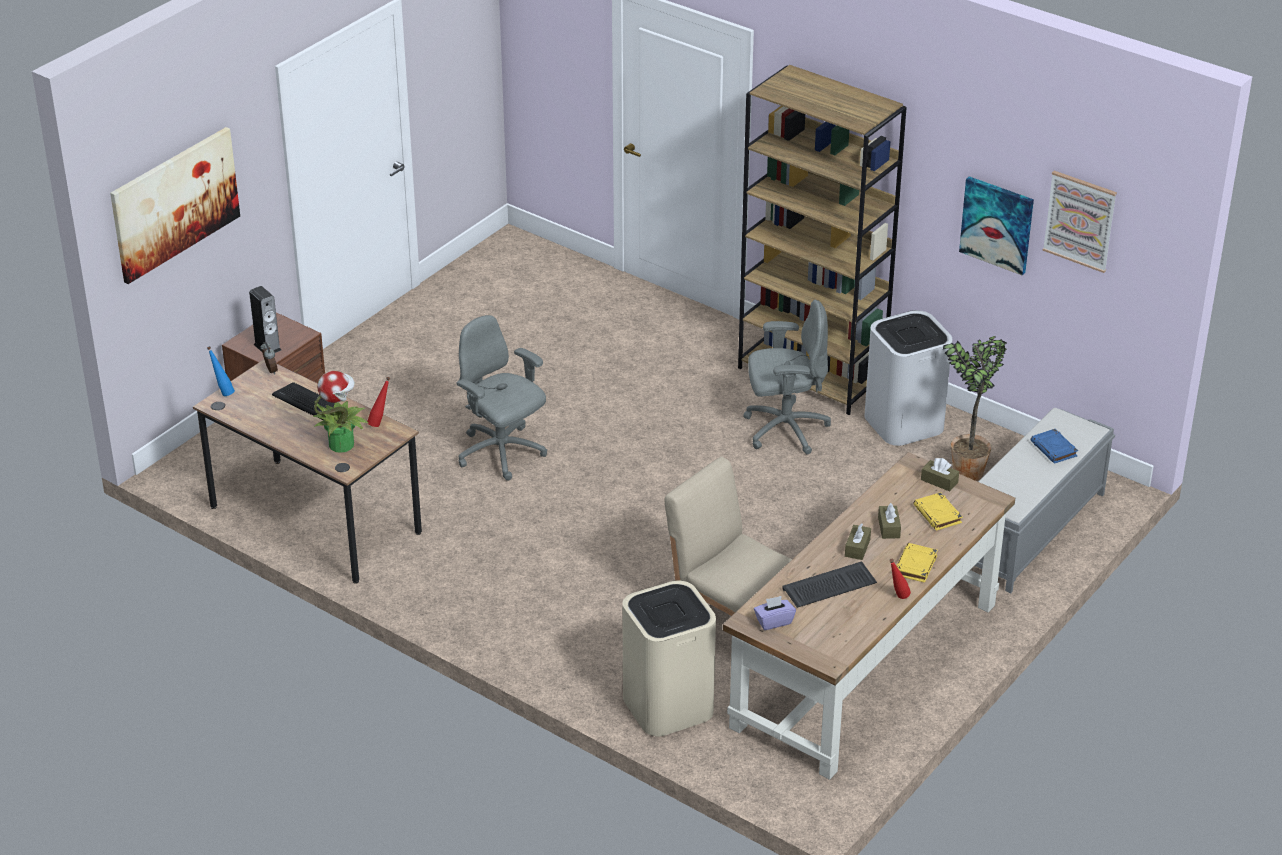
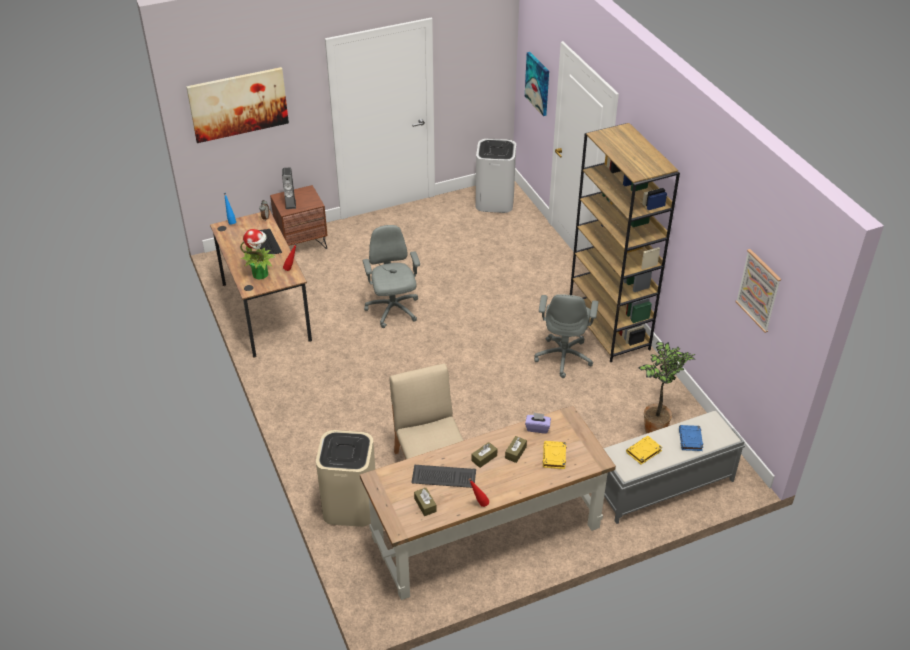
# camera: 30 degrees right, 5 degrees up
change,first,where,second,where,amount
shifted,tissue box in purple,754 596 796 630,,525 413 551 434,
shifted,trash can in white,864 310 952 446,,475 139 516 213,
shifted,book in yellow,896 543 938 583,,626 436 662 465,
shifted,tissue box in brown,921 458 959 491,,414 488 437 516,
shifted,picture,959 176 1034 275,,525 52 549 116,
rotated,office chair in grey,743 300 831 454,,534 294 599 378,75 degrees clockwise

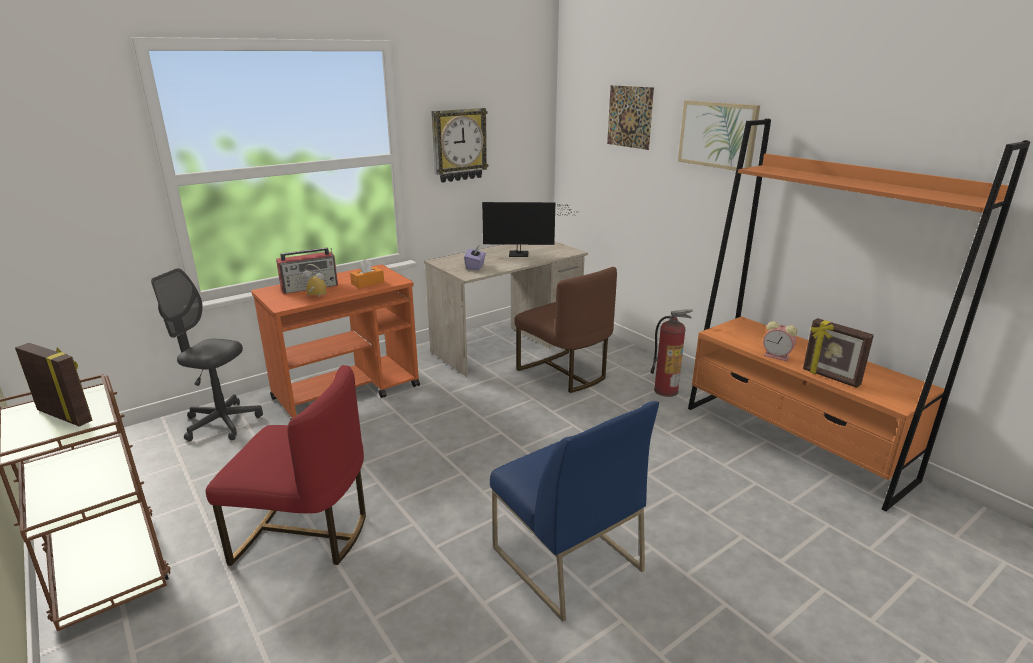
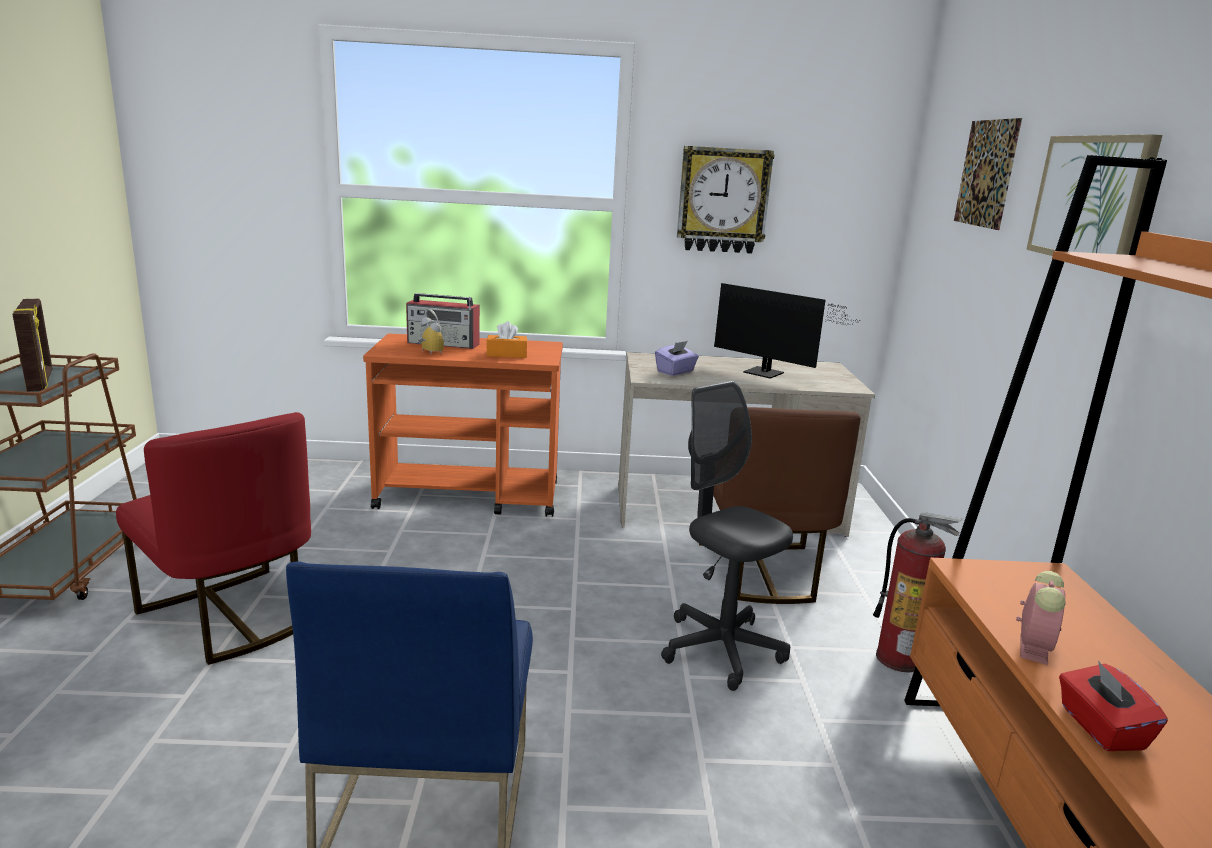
# camera: 35 degrees right, 5 degrees down
change,first,where,second,where,amount
shifted,office chair in grey,151 268 263 442,,661 381 793 691,
swapped,picture frame,803 318 874 388,tissue box in red,1059 660 1168 751,
rotated,alarm clock,763 321 798 361,,1016 571 1065 665,135 degrees counterclockwise

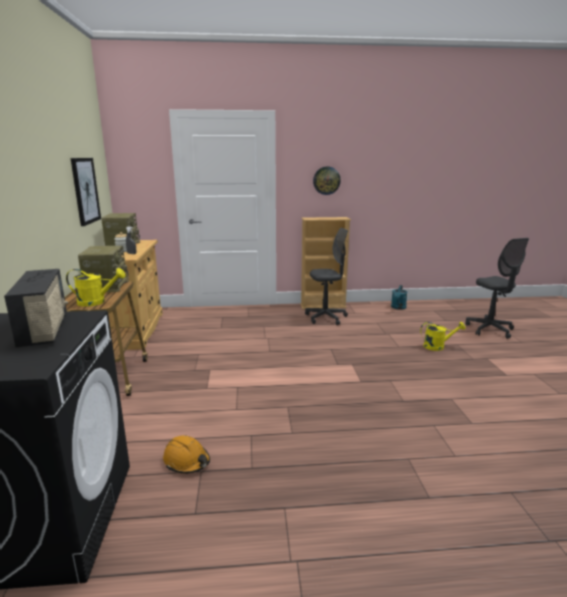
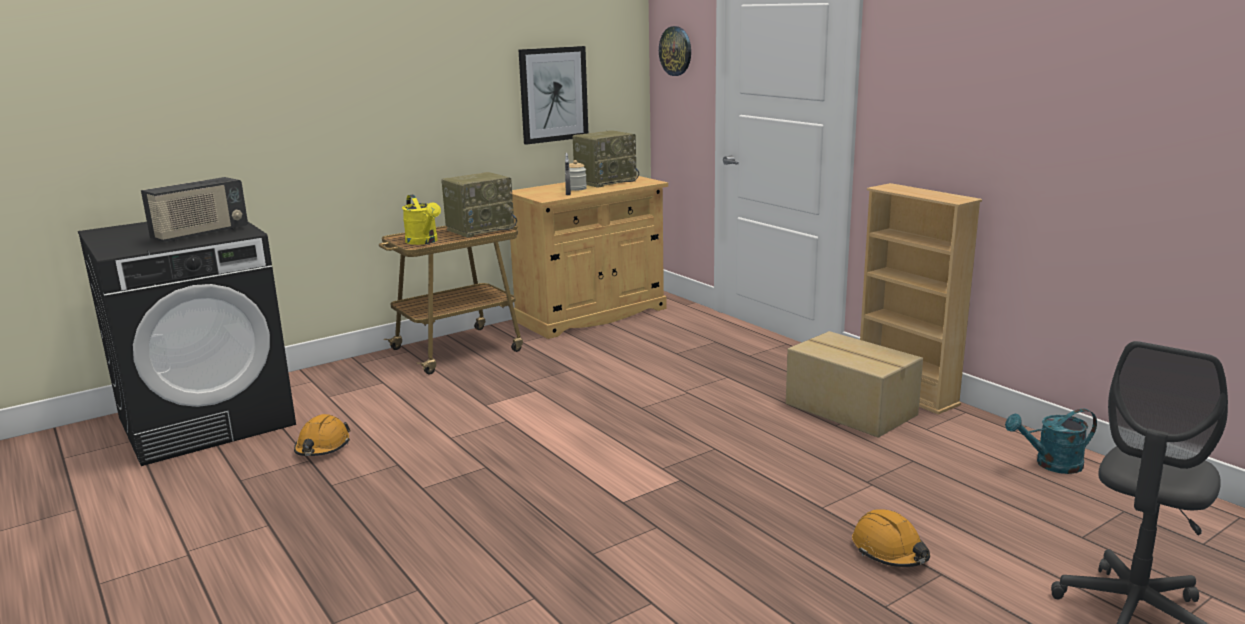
# camera: 60 degrees right, 0 degrees up
change,first,where,second,where,amount
shifted,wall clock,313 167 341 195,,659 26 691 76,
swapped,office chair in grey,305 228 348 325,cardboard box,786 331 923 438,
swapped,watering can in yellow,420 322 465 351,hard hat in orange,852 509 930 567,

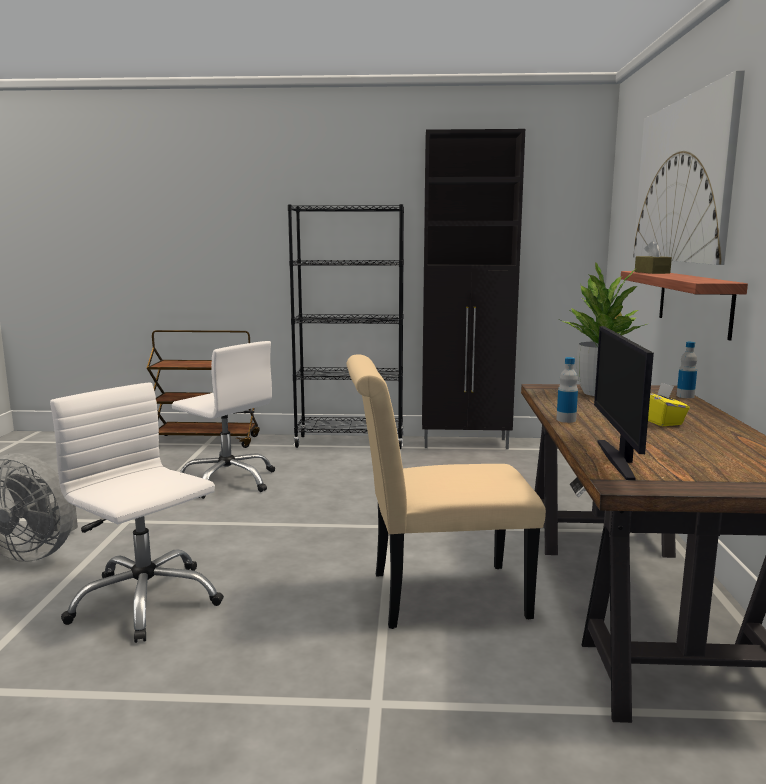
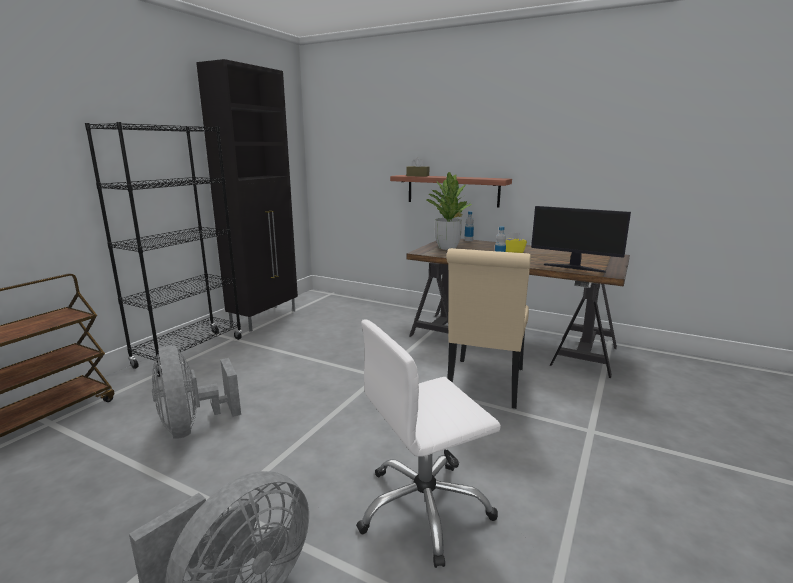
# camera: 65 degrees left, 5 degrees up
change,first,where,second,where,amount
gone,picture,633 70 745 265,,,
swapped,office chair in white,172 341 275 499,fan in grey,152 345 241 439,

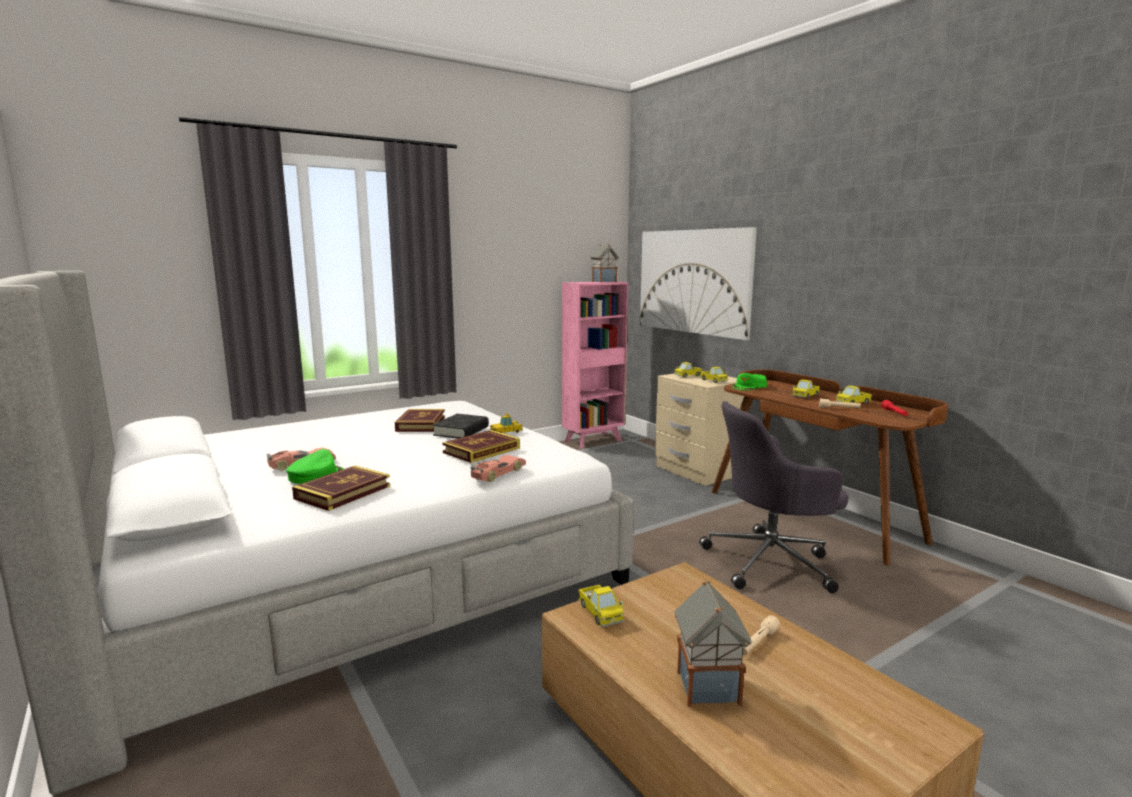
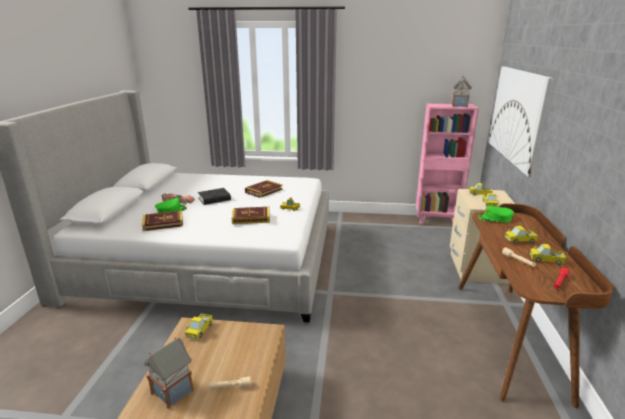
# camera: 40 degrees right, 10 degrees up
change,first,where,second,where,amount
gone,toy car,471 455 526 482,,,
gone,office chair in grey,699 401 849 593,,,
shifted,book in black,433 414 489 438,,198 188 231 205,

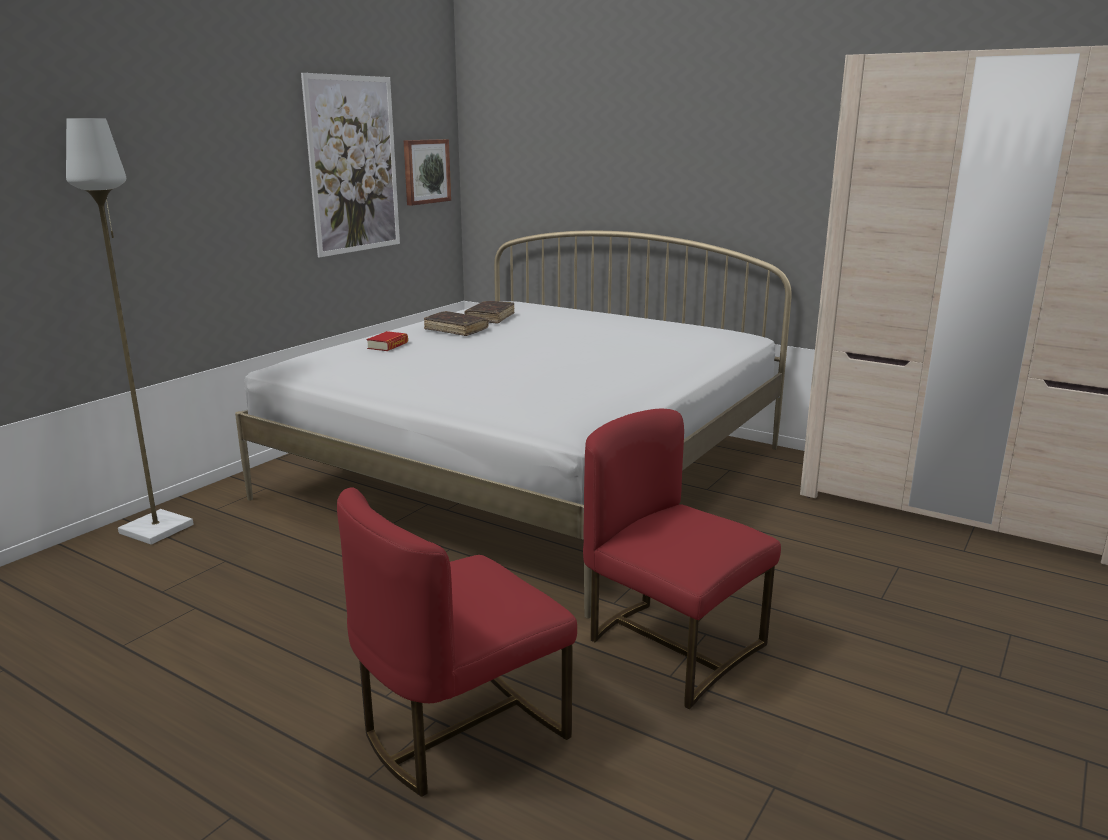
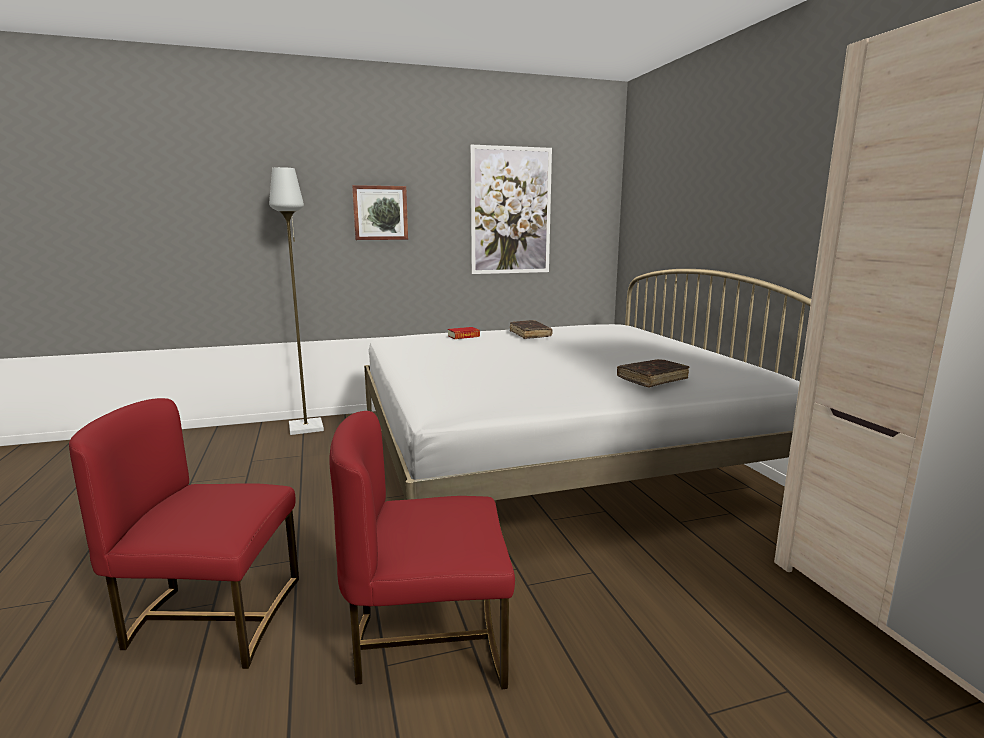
# camera: 40 degrees right, 5 degrees down
change,first,where,second,where,amount
shifted,picture,403 139 451 206,,352 185 408 240,
shifted,book in brown,465 301 514 324,,617 359 690 387,
rotated,chair in red,583 409 781 709,,330 411 515 689,90 degrees counterclockwise

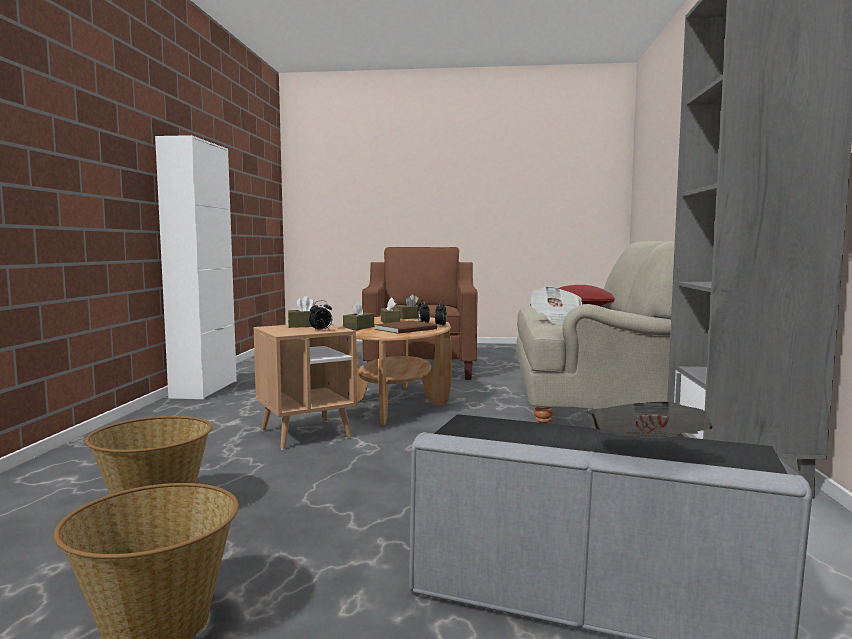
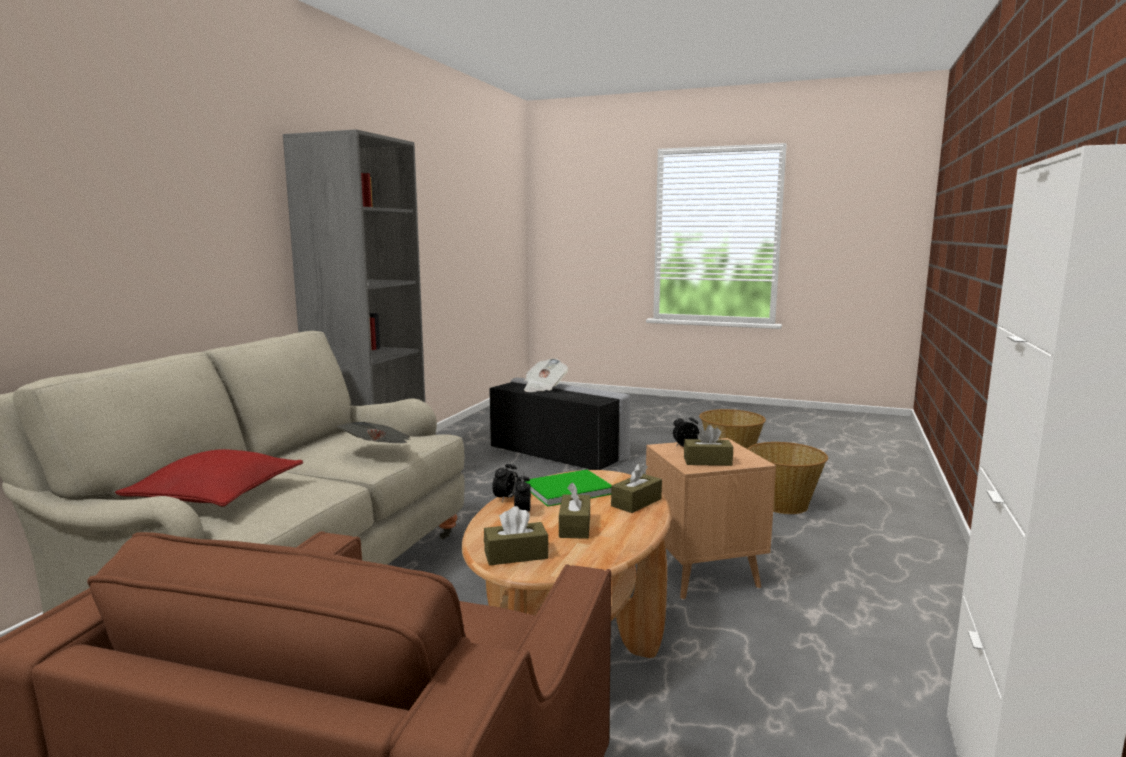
# camera: 165 degrees left, 5 degrees up
change,first,where,second,where,amount
repainted,book in brown,374 321 437 334,book in green,526 470 612 507,

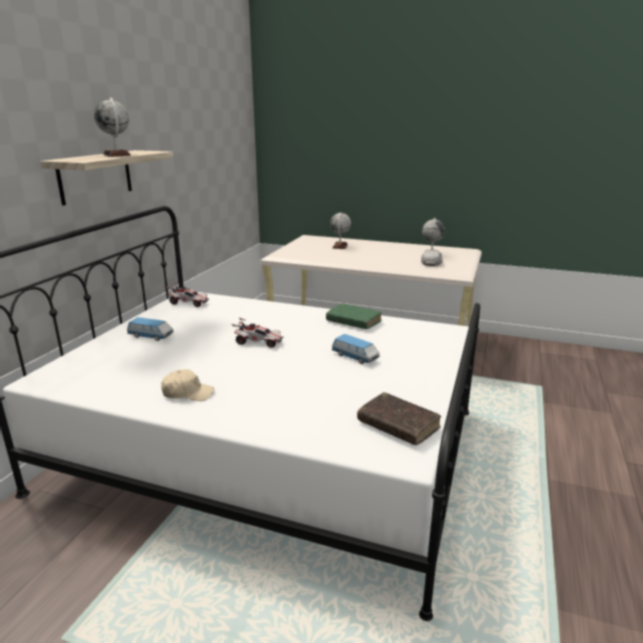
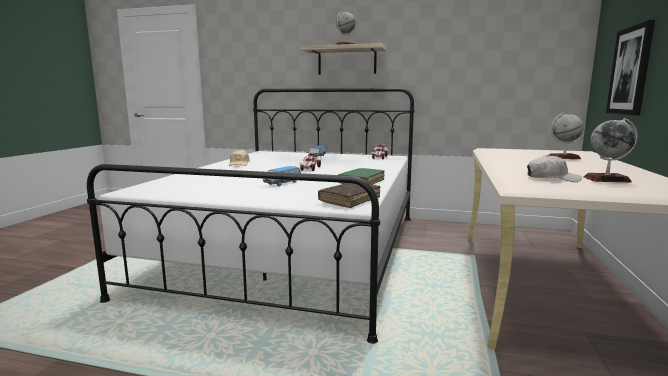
# camera: 85 degrees right, 10 degrees down
change,first,where,second,where,amount
new,,,picture,606 20 655 115,
shifted,book in brown,357 392 441 446,,318 183 380 208,

